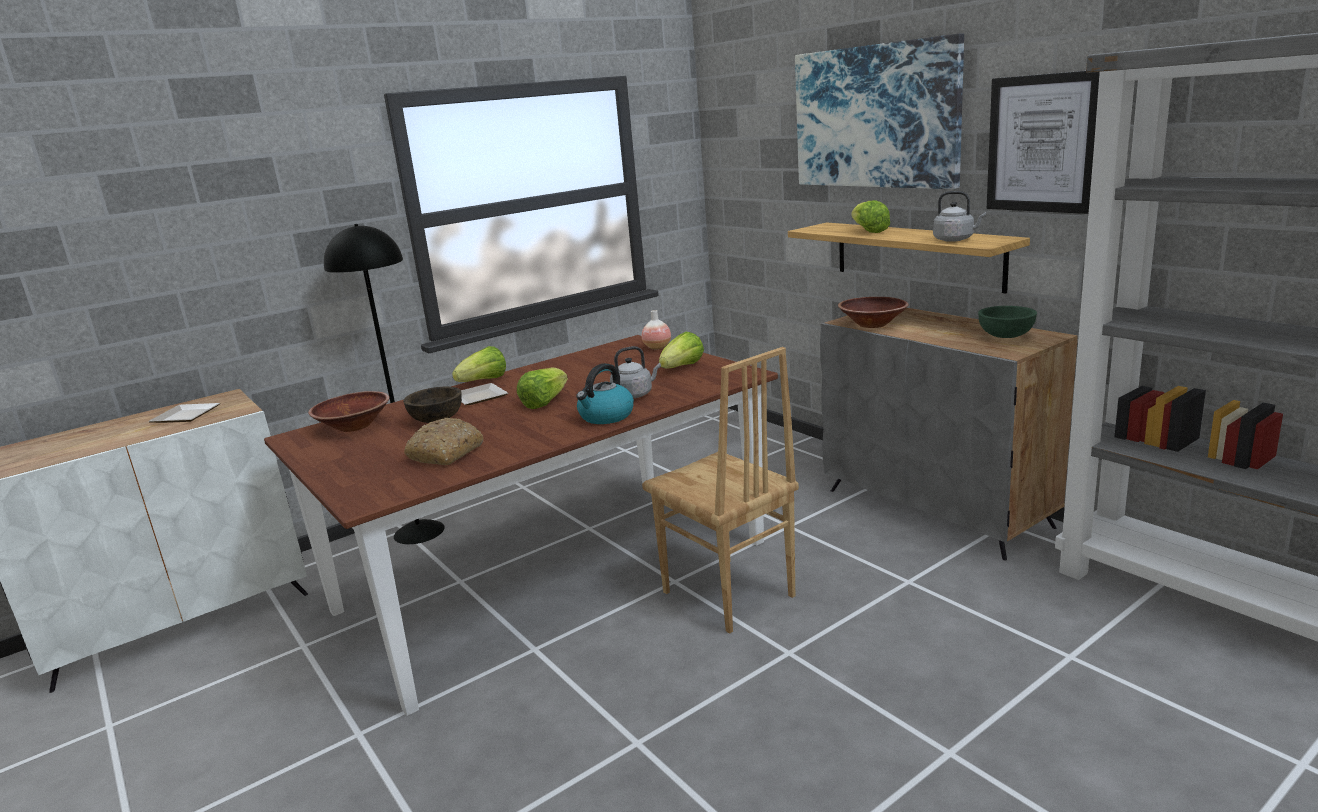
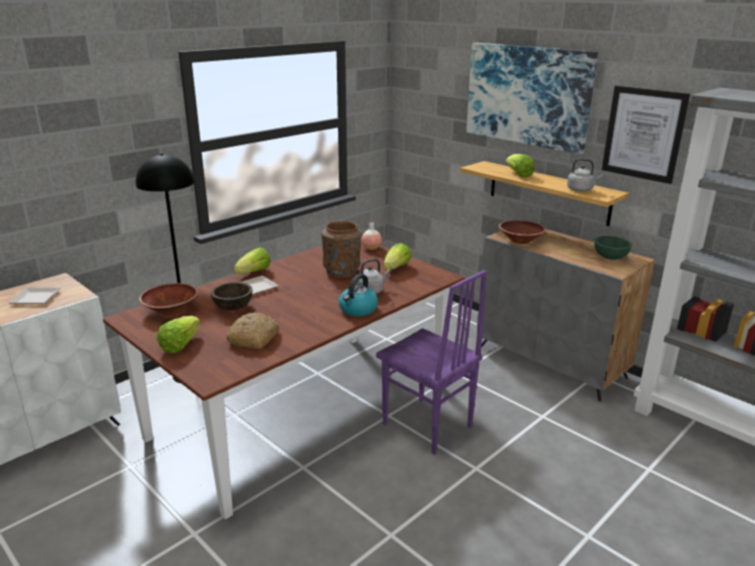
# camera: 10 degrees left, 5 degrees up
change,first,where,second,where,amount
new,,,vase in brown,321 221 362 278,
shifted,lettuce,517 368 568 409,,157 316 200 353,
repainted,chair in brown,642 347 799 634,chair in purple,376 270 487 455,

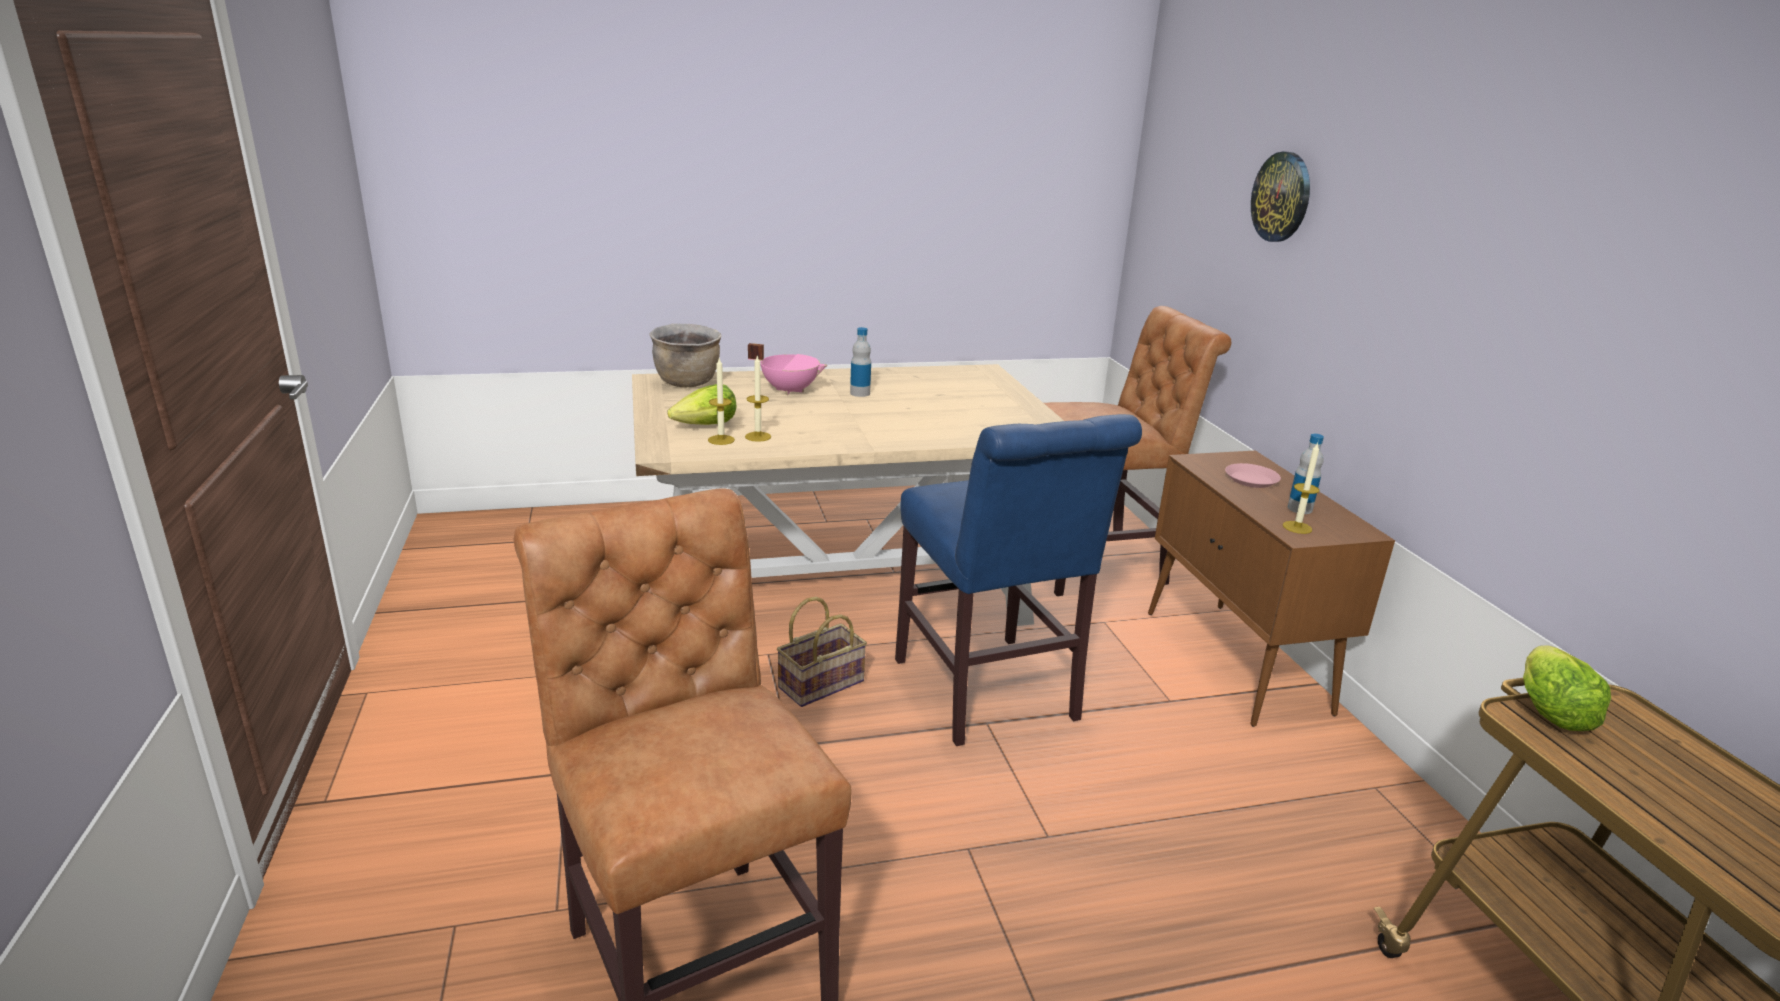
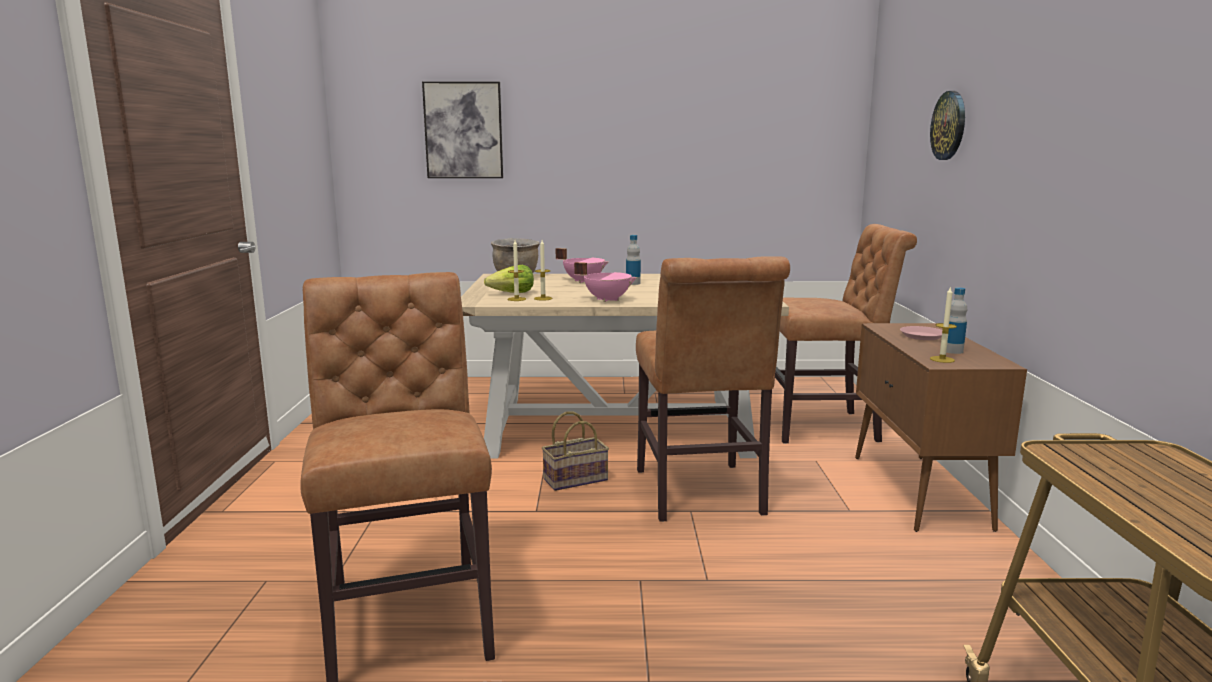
# camera: 15 degrees right, 10 degrees down
change,first,where,second,where,amount
gone,lettuce,1523 645 1611 731,,,
new,,,picture,422 81 503 178,
new,,,cooking pot in pink,574 262 637 302,
repainted,chair in blue,895 414 1142 746,chair in brown,636 256 790 522,

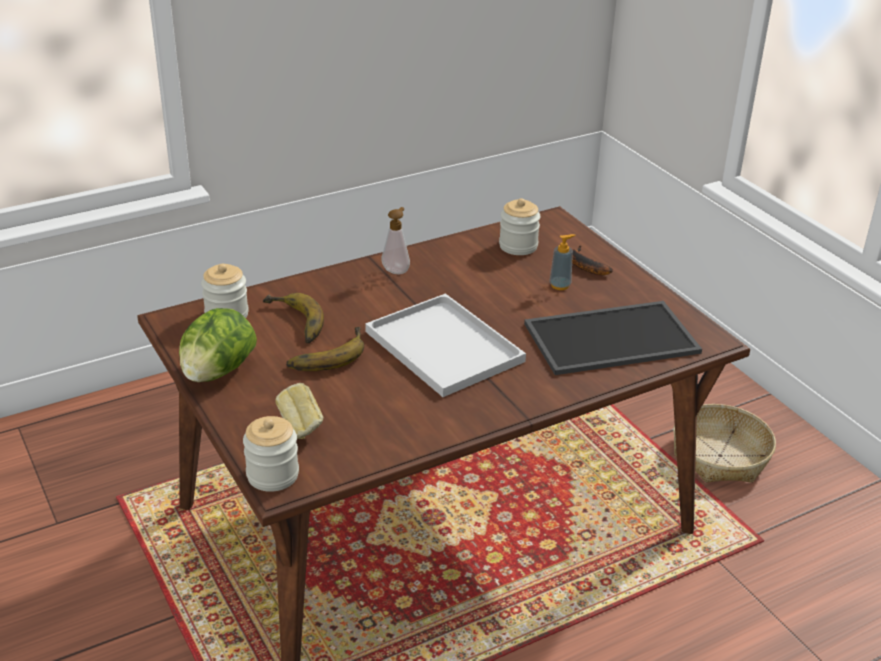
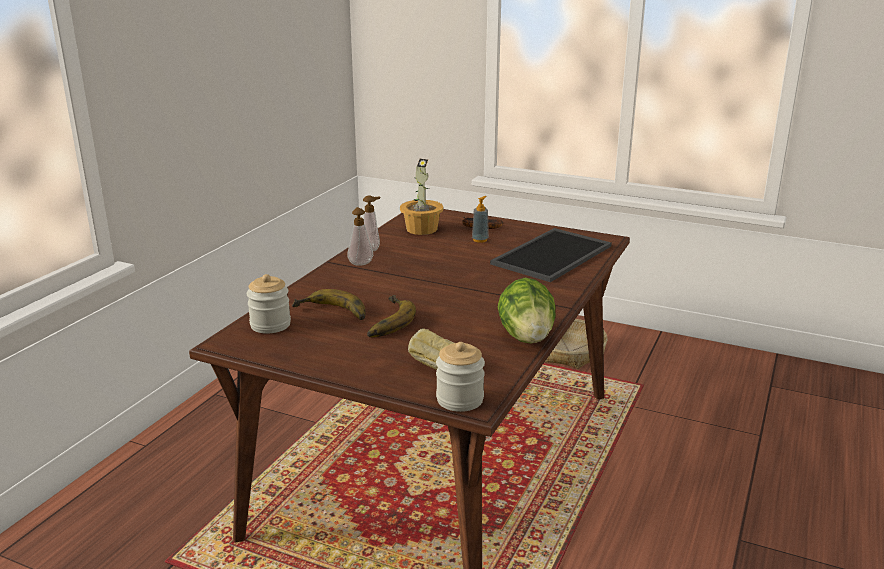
# camera: 35 degrees left, 10 degrees down
change,first,where,second,where,amount
gone,tray in white,365 293 526 397,,,
new,,,soap dispenser,363 196 380 251,
shifted,lettuce,179 308 257 382,,498 278 556 344,
swapped,jar,499 198 540 255,potted plant,400 159 444 235,

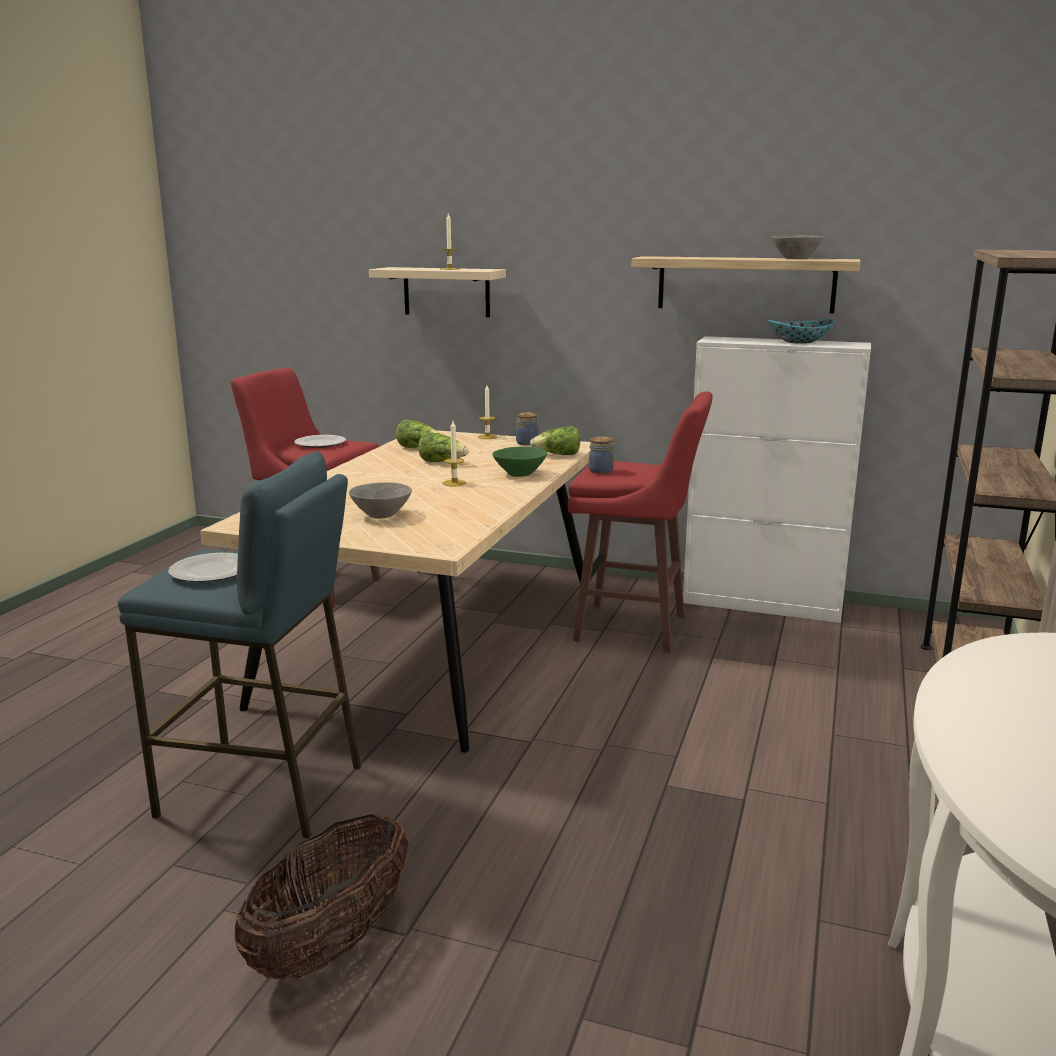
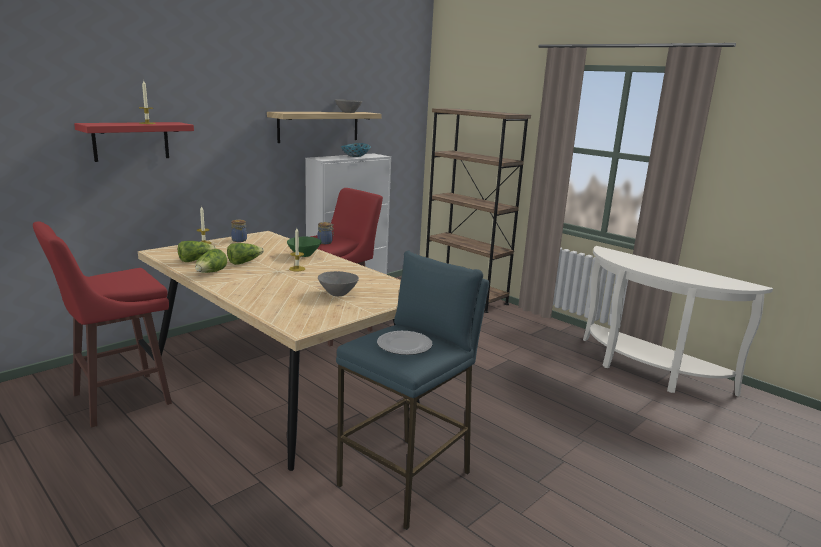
# camera: 65 degrees left, 0 degrees up
change,first,where,second,where,amount
gone,basket,234 814 408 979,,,
gone,plate,294 435 346 448,,,
shifted,lettuce,530 426 580 455,,195 249 227 273,
repainted,shelf in beige,369 267 506 317,shelf in red,74 122 194 162,

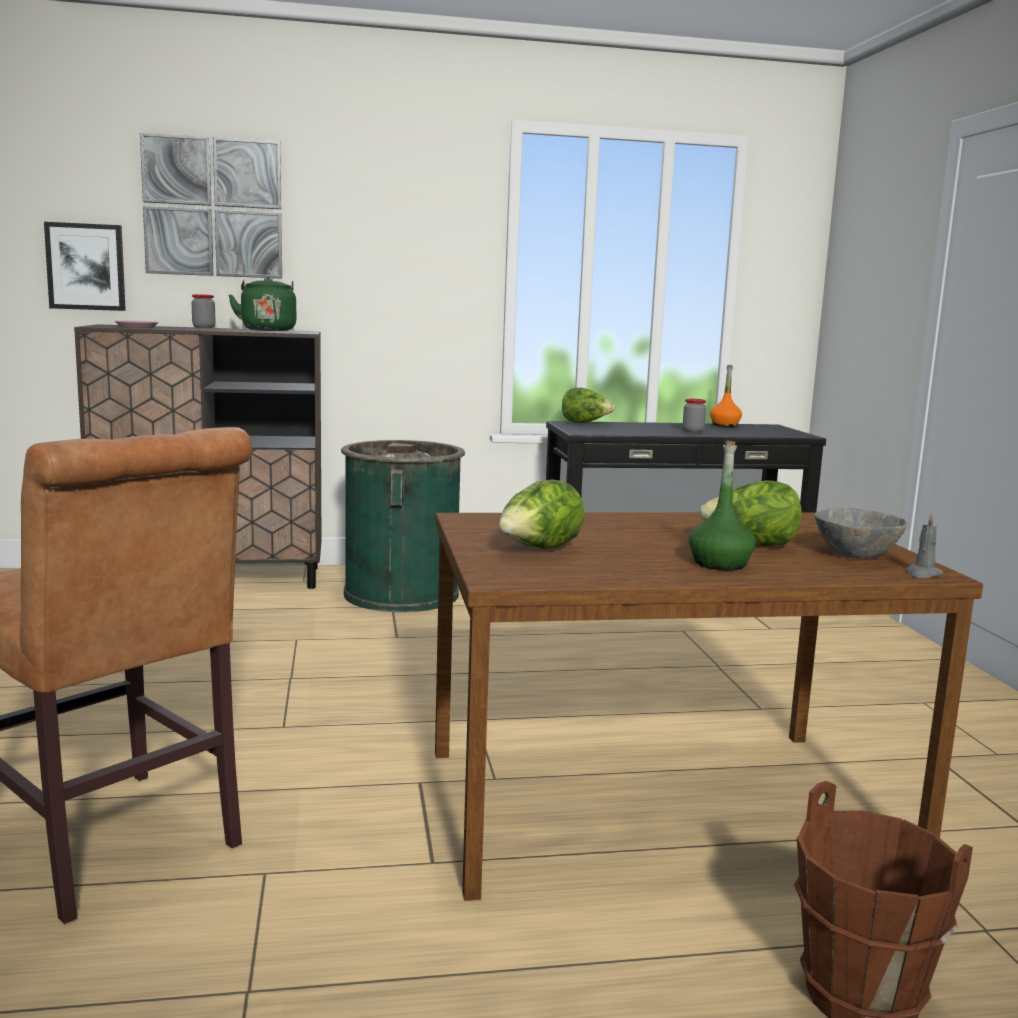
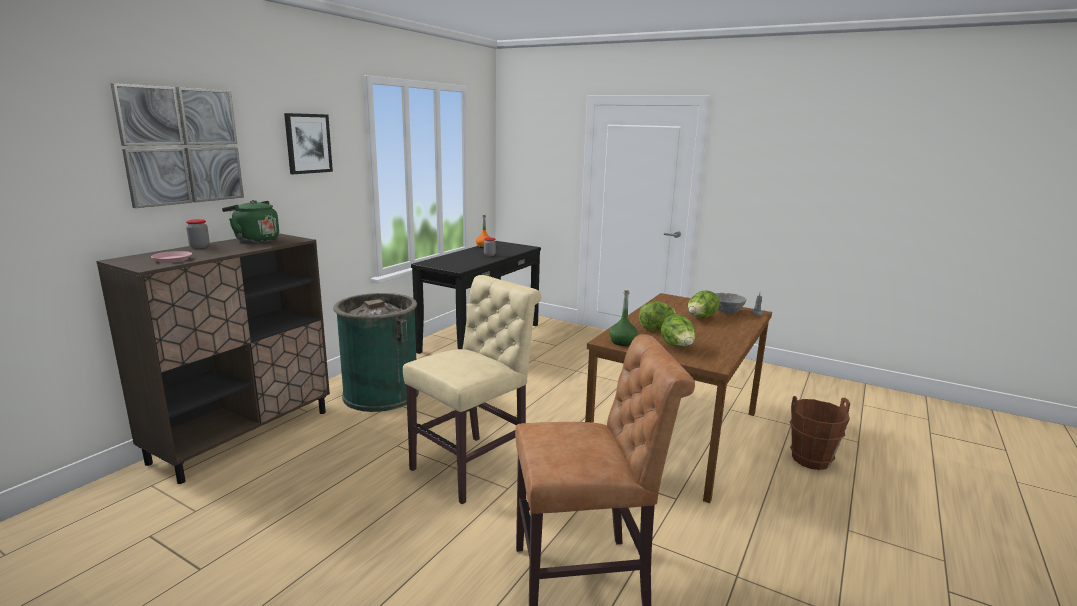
# camera: 50 degrees left, 5 degrees up
change,first,where,second,where,amount
new,,,chair in beige,403 275 541 504,
shifted,picture,44 222 126 311,,284 113 333 174,
shifted,lettuce,562 388 615 423,,639 301 676 331,
shifted,bottle in green,689 440 756 570,,609 290 638 346,

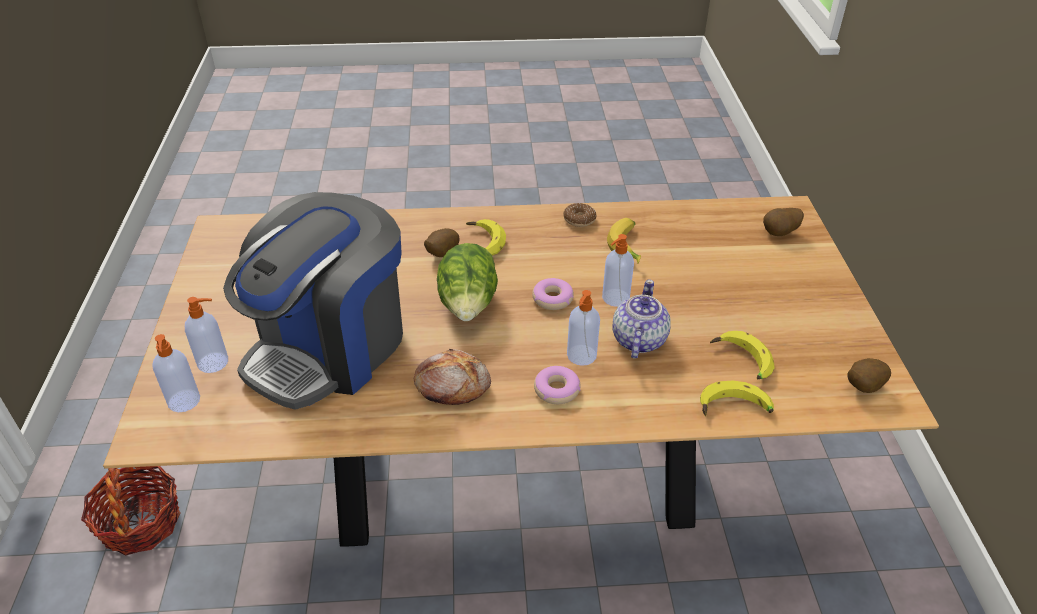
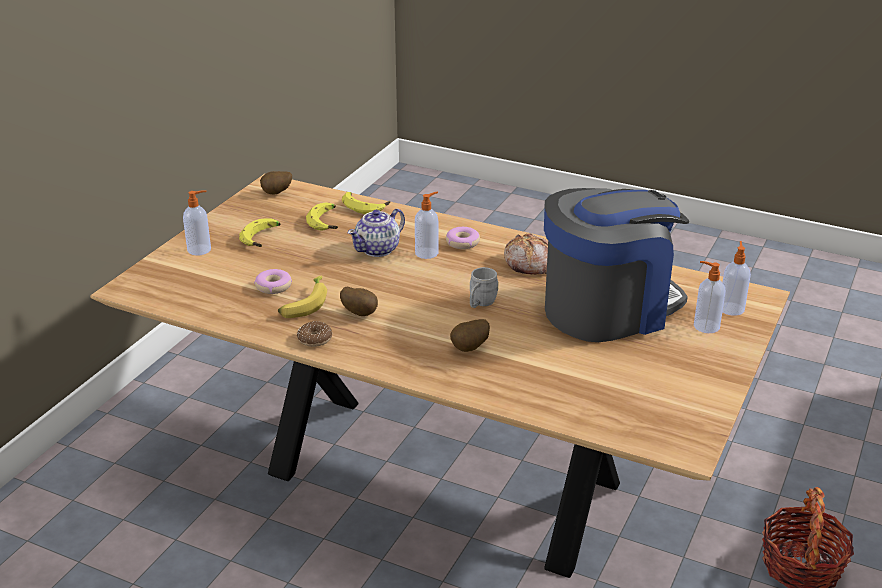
# camera: 150 degrees left, 10 degrees down
change,first,where,second,where,amount
shifted,banana,466 219 506 256,,239 218 281 247,
shifted,donut,532 278 574 310,,254 269 292 294,
shifted,soap dispenser,602 234 634 307,,183 190 211 256,
shifted,potato,763 208 804 236,,340 287 378 316,
swapped,lettuce,437 243 498 321,mug in grey,470 267 499 308,

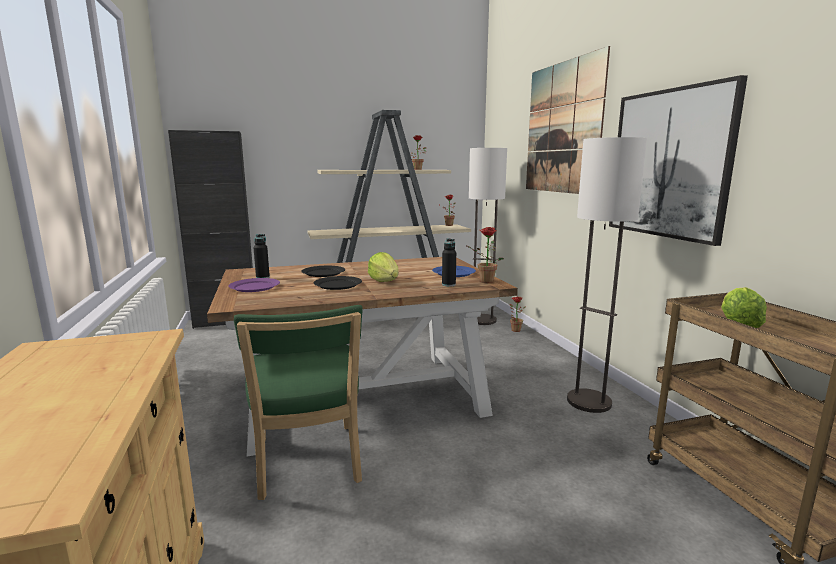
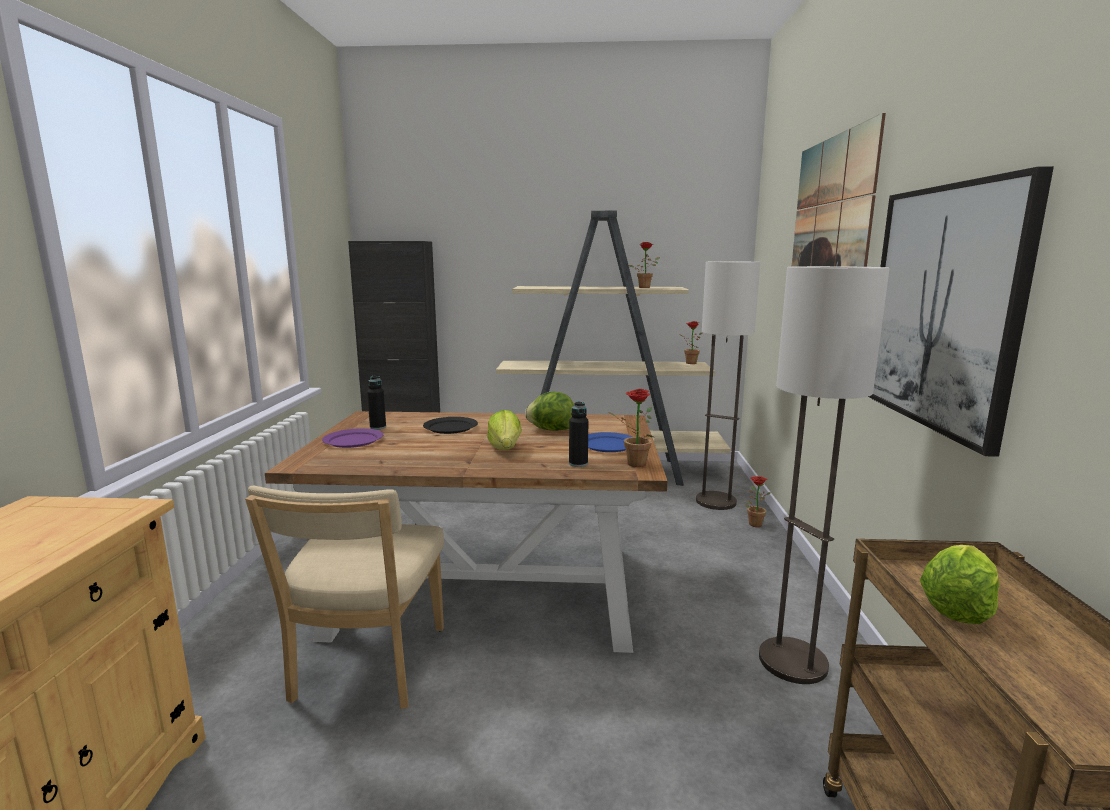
# camera: 20 degrees right, 0 degrees up
change,first,where,second,where,amount
gone,plate in black,314 276 362 290,,,
new,,,lettuce,525 392 574 431,
repainted,chair in green,234 305 363 500,chair in beige,245 486 444 709,

